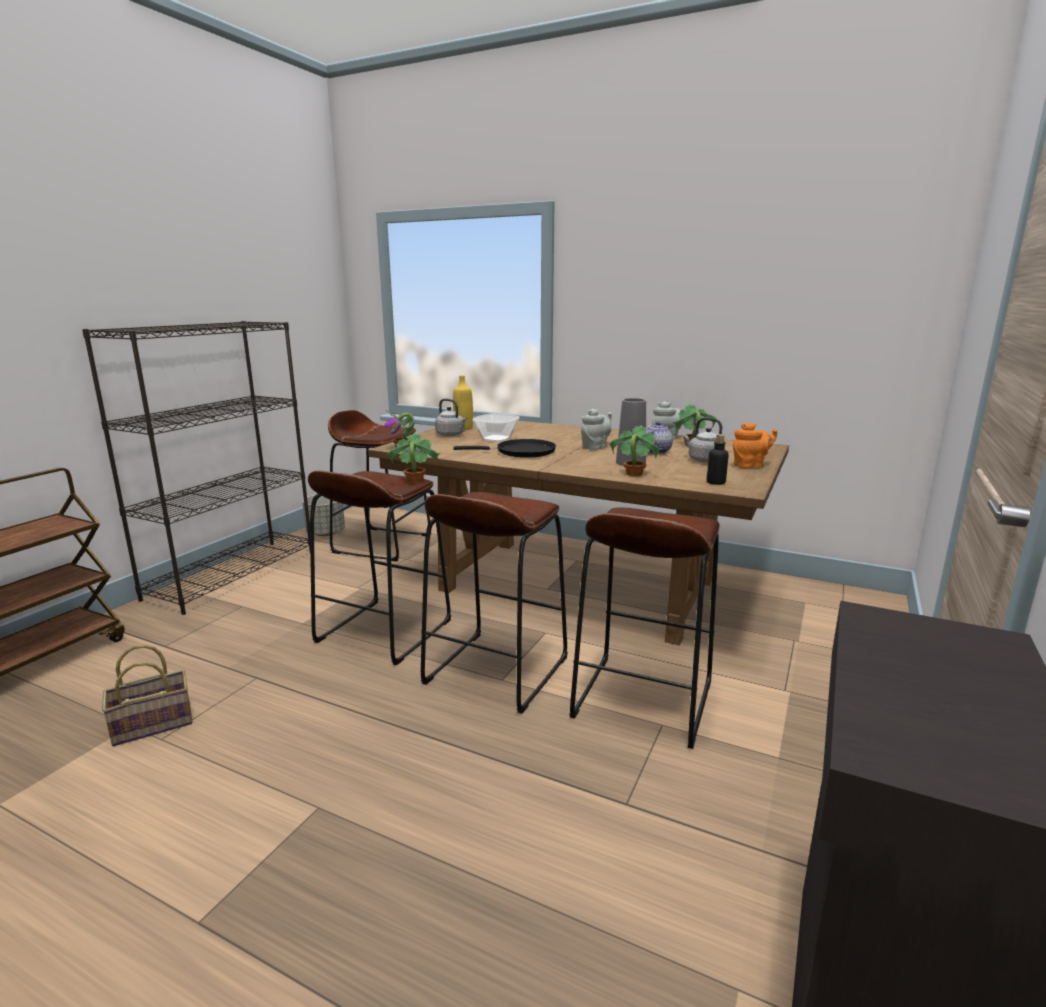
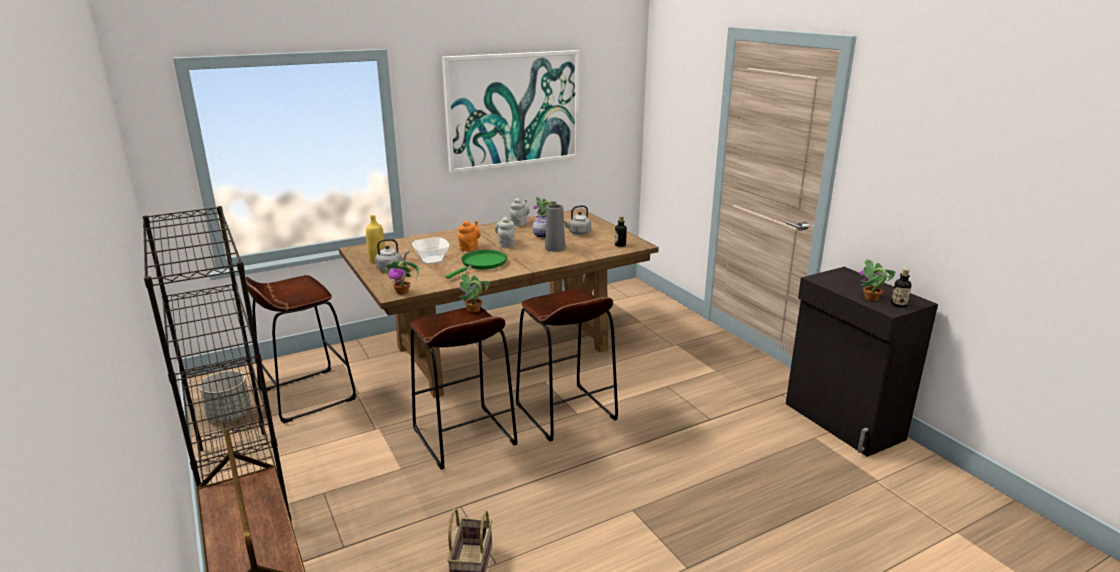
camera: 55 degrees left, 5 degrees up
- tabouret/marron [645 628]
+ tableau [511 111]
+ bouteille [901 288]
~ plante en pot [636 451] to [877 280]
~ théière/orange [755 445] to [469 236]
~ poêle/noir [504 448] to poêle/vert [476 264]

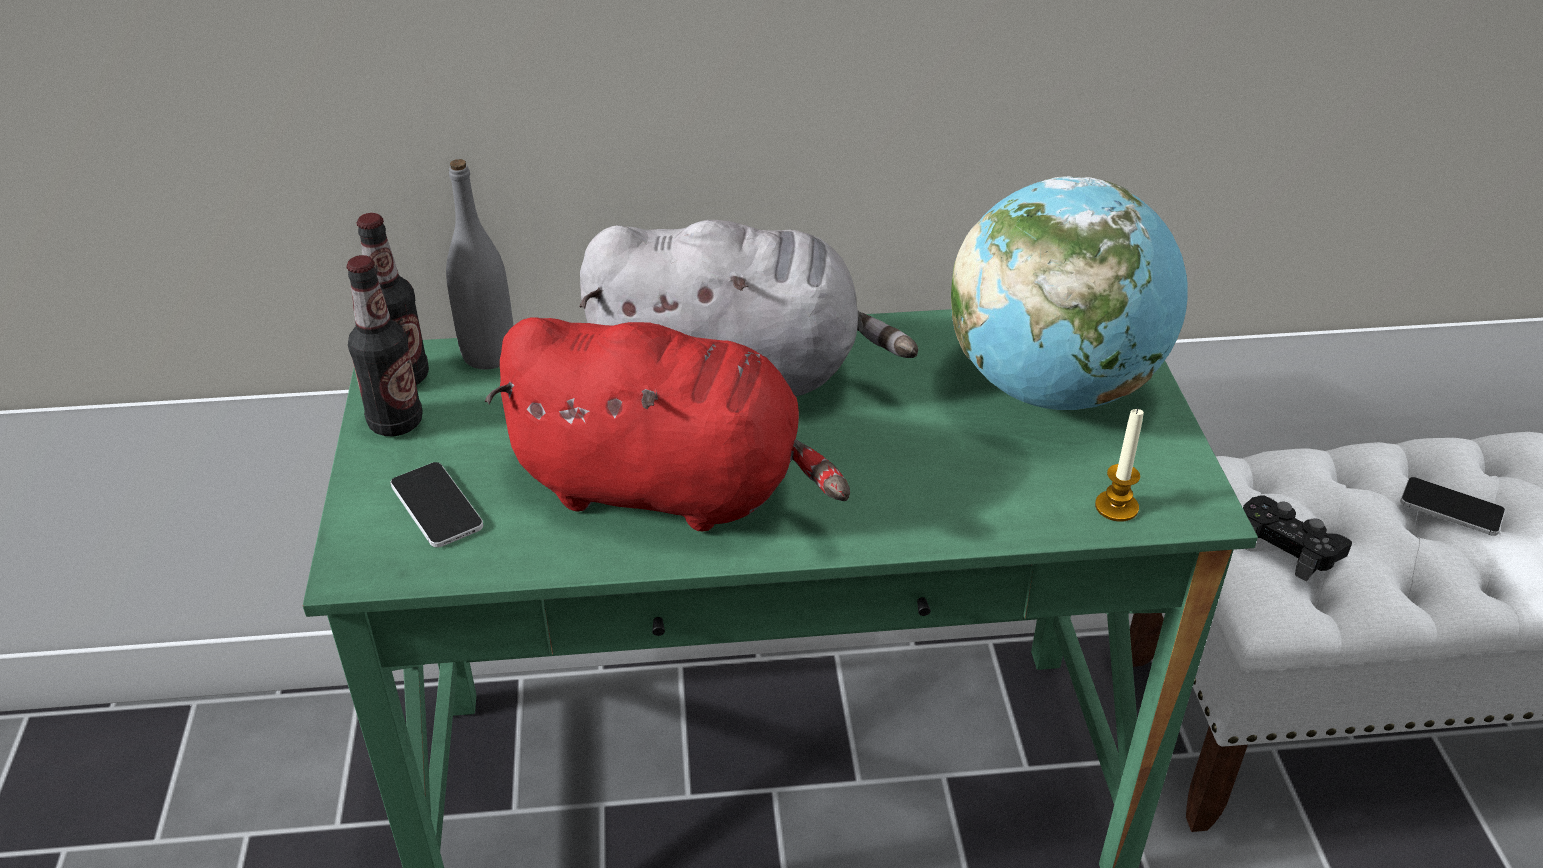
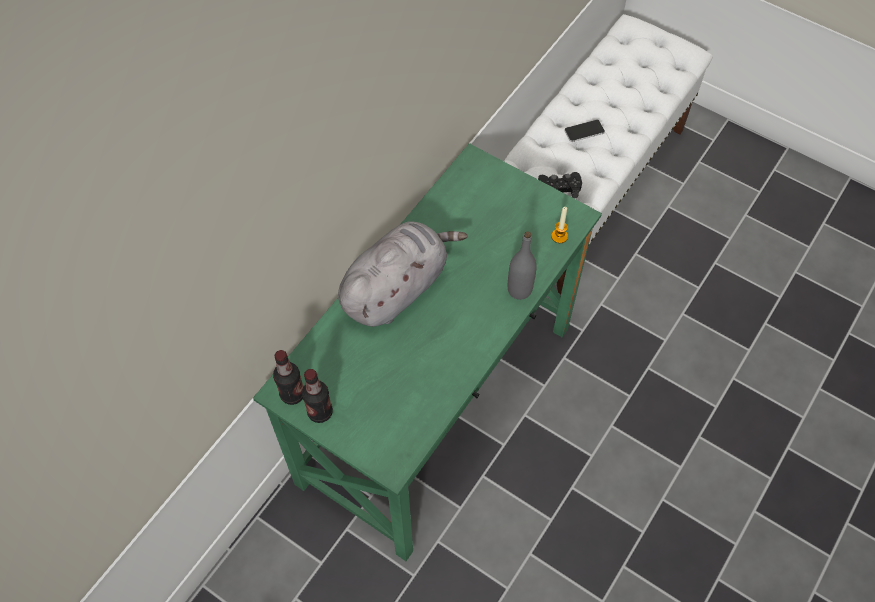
camera: 50 degrees left, 20 degrees up
- téléphone [436 505]
- peluche/rouge [667 424]
- globe [1069 293]
~ bouteille/gris [480 264] to [522 265]

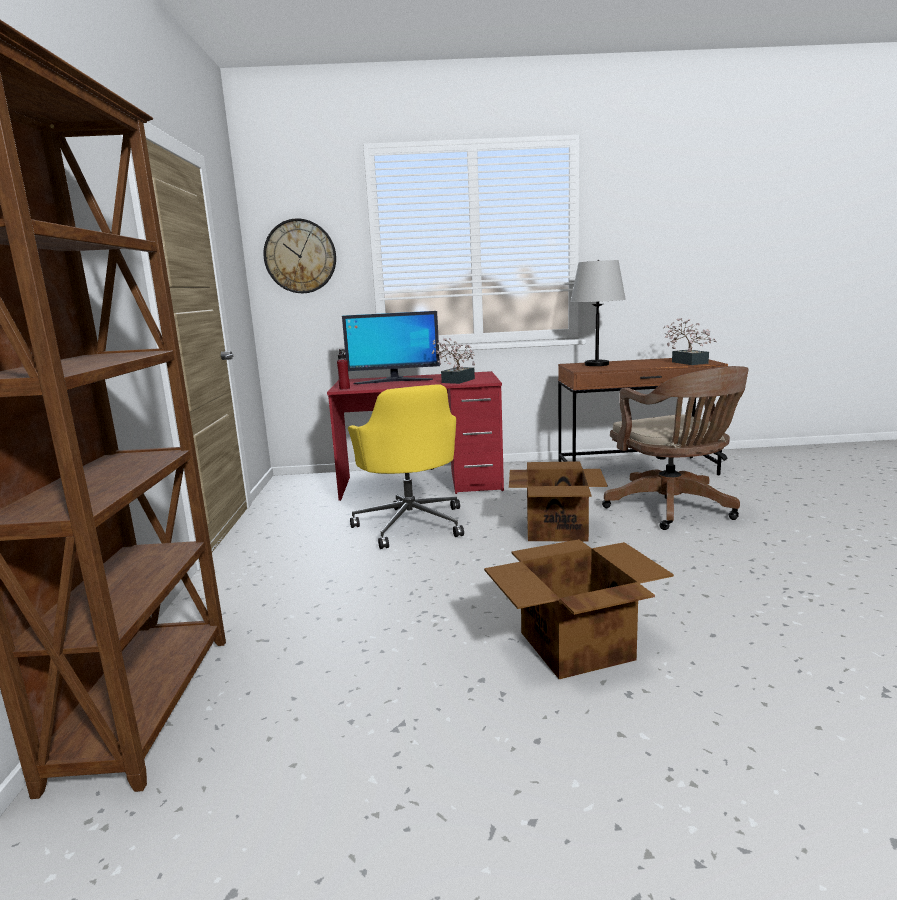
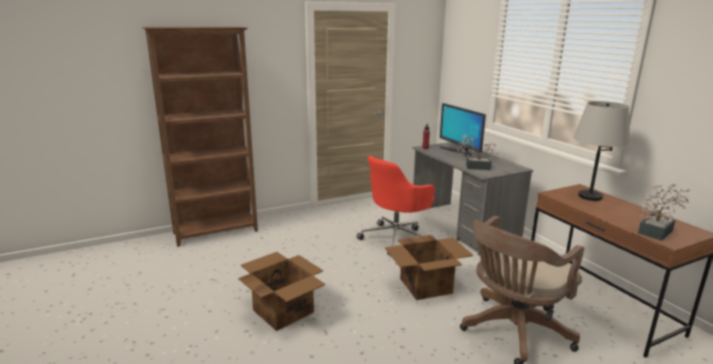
camera: 65 degrees right, 5 degrees up
- horloge murale [300 256]
~ bureau/rouge [415 436] to bureau/gris [472 199]
~ chaise de bureau/jaune [406 466] to chaise de bureau/rouge [396 206]

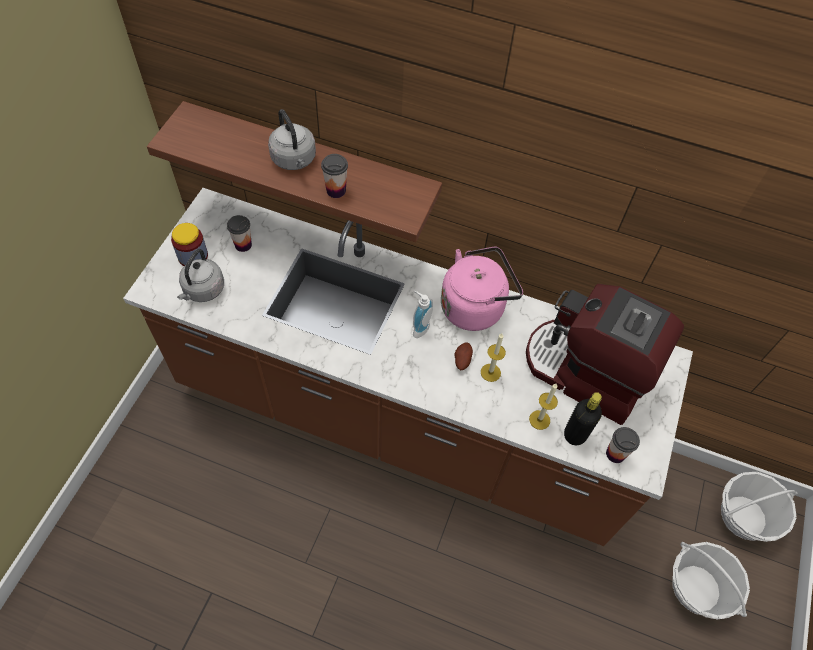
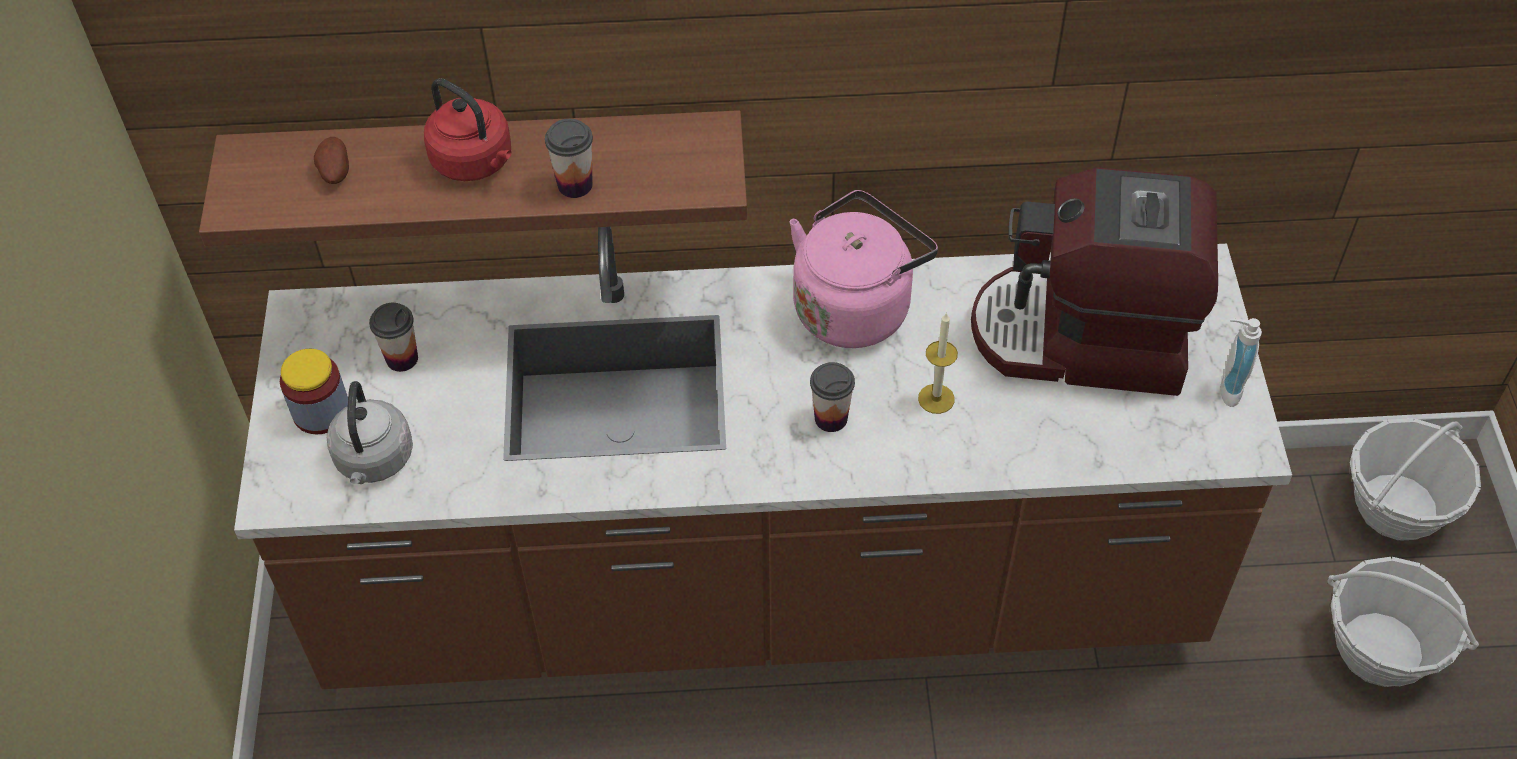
camera: 20 degrees left, 5 degrees down
- bougie [543 407]
- bouteille/noir [583 418]
~ distributeur de savon [423 314] to [1241 362]
~ pomme de terre [463 356] to [331 160]
~ tasse [623 445] to [832 397]
~ bouilloire/gris [292 139] to bouilloire/rouge [468 129]

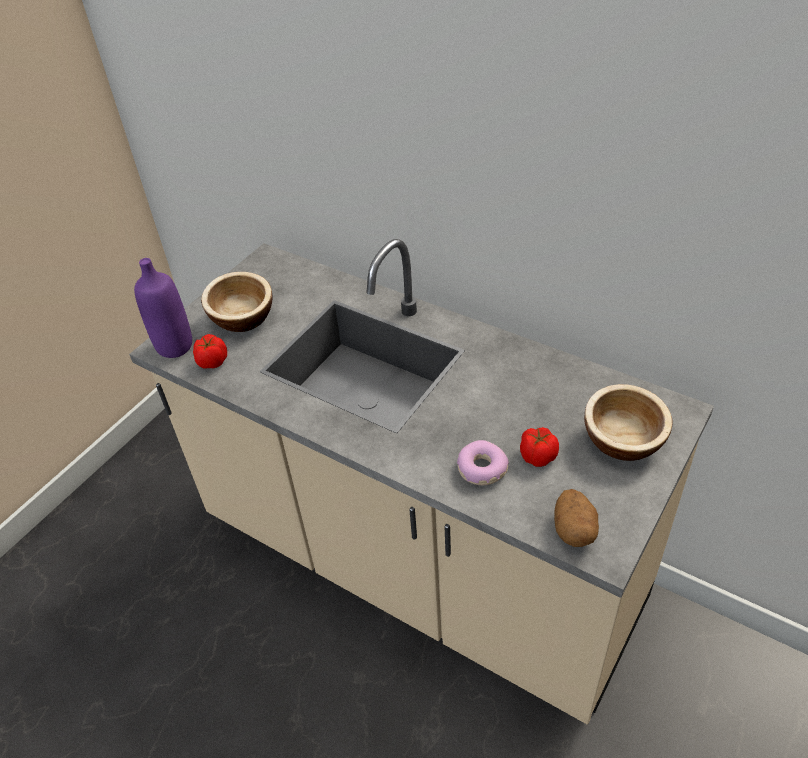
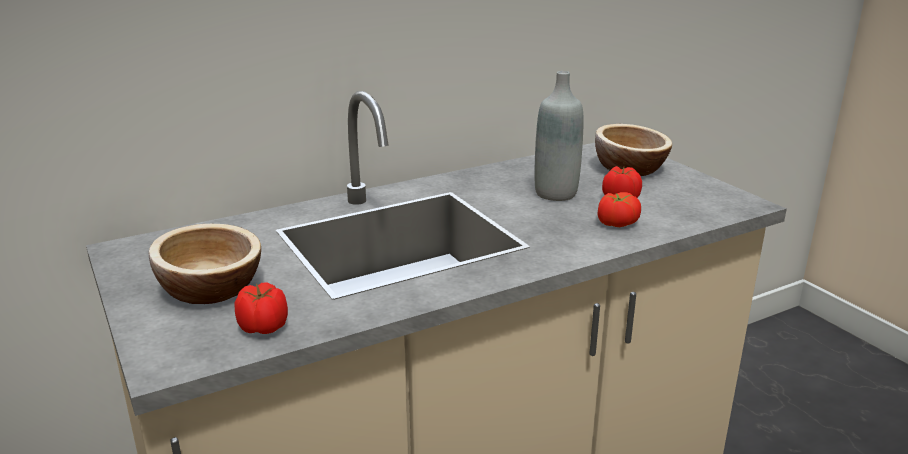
camera: 65 degrees left, 20 degrees down
- bouteille/violet [163 308]
- pomme de terre [576 518]
+ bouteille/gris [559 136]
~ beignet [483 462] to tomate [619 209]

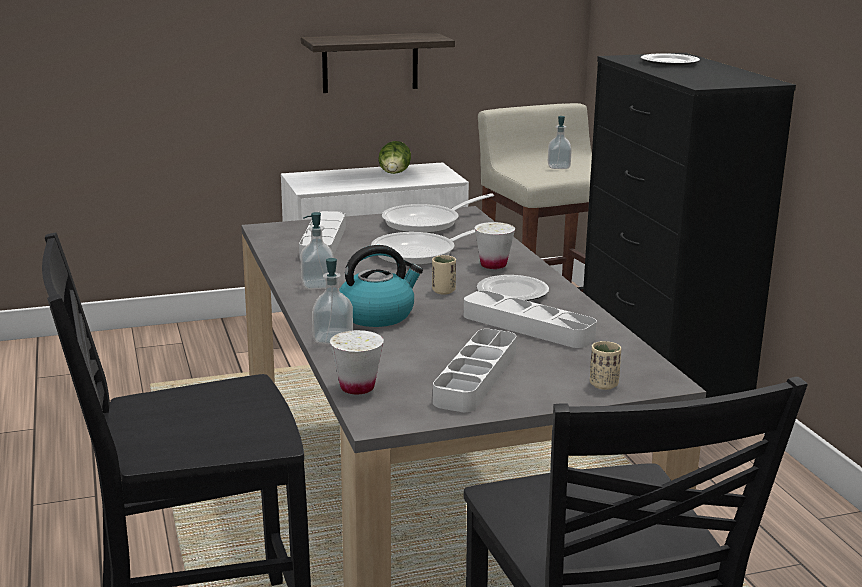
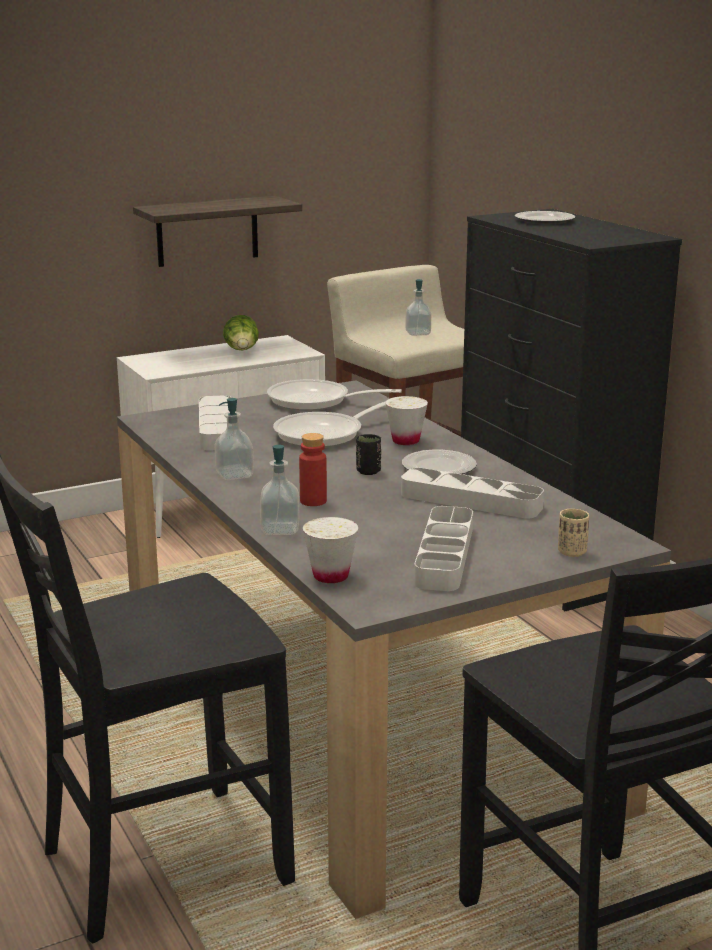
camera: 10 degrees left, 0 degrees up
~ bouilloire [381 286] to bouteille/rouge [313 469]
~ tasse/beige [444 275] to tasse/noir [368 454]
~ poêle [438 213] = [334 395] 60 degrees clockwise

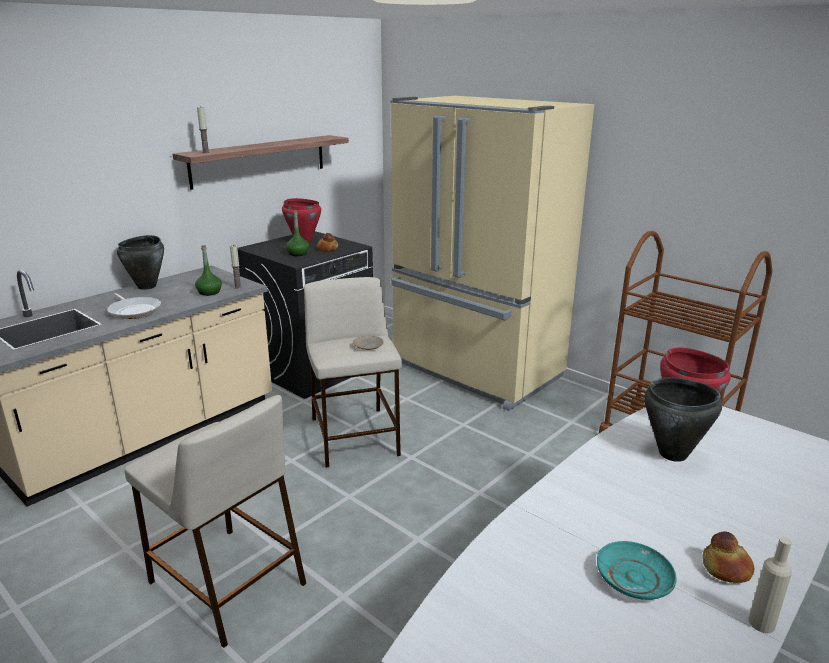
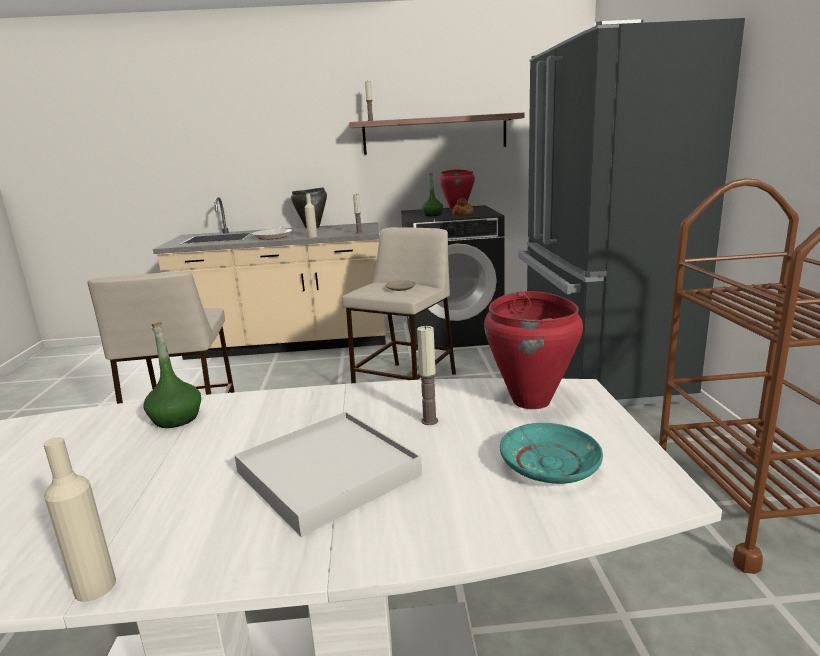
camera: 45 degrees right, 5 degrees down
- pain [728 557]
+ plateau/blanc [328 474]
+ bouteille/beige [311 216]
~ bouteille/vert [208 270] to [172 375]
~ assiette/turquoise [637 570] to [551 453]
~ marmite/noir [683 419] to bougie [427 375]
~ réfrigérateur/beige [492 253] to réfrigérateur/noir [631 212]

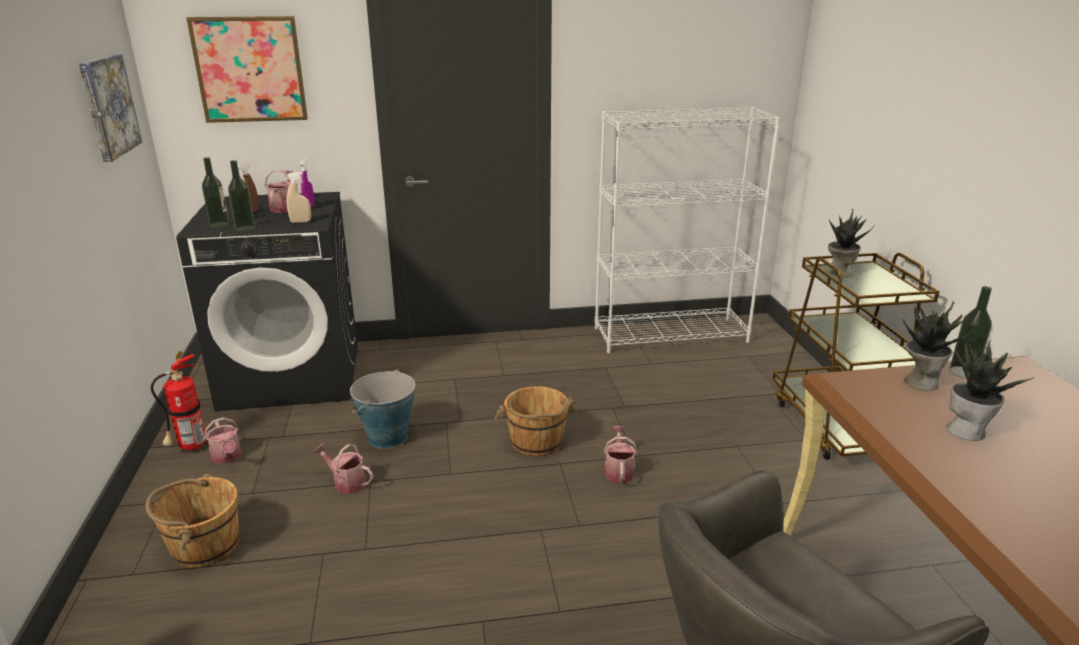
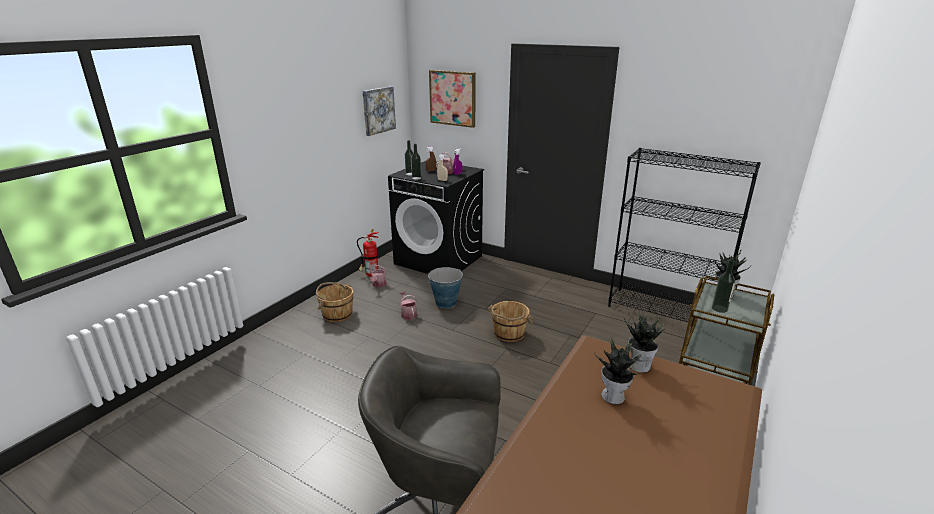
camera: 40 degrees right, 0 degrees up
- arrosoir [621 454]
~ bouteille [970 332] to [723 286]
~ bibliothèque/blanc [688 230] to bibliothèque/noir [684 235]

